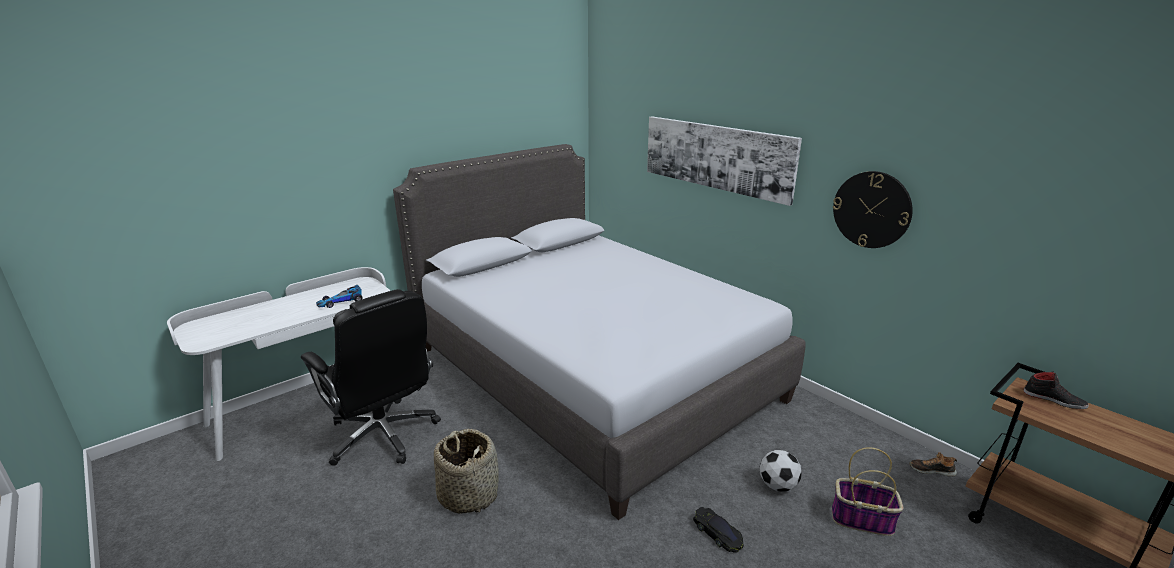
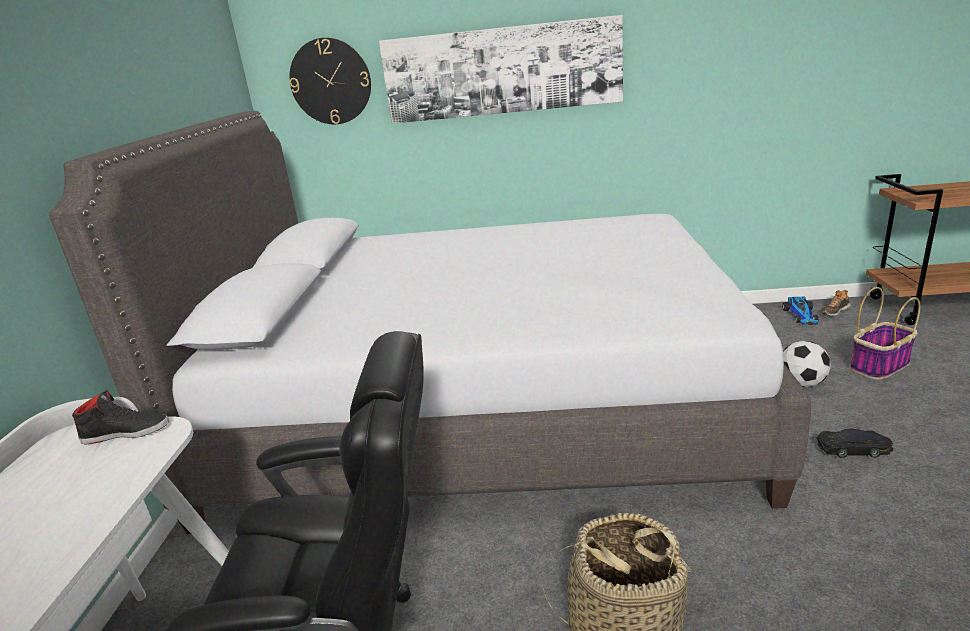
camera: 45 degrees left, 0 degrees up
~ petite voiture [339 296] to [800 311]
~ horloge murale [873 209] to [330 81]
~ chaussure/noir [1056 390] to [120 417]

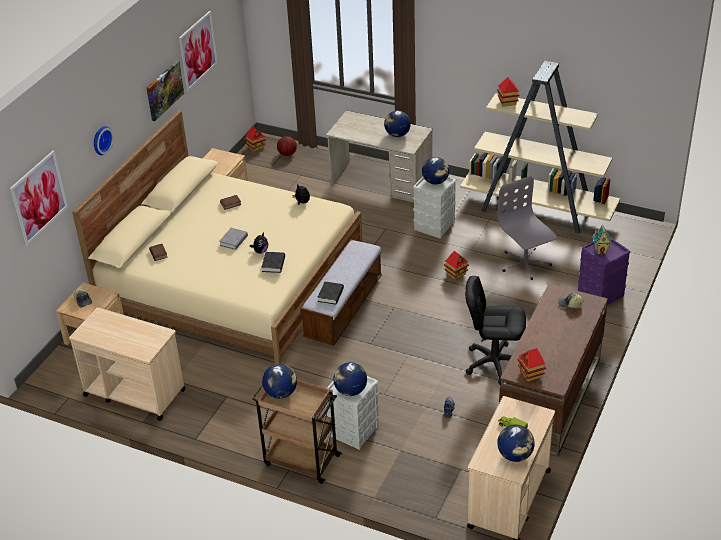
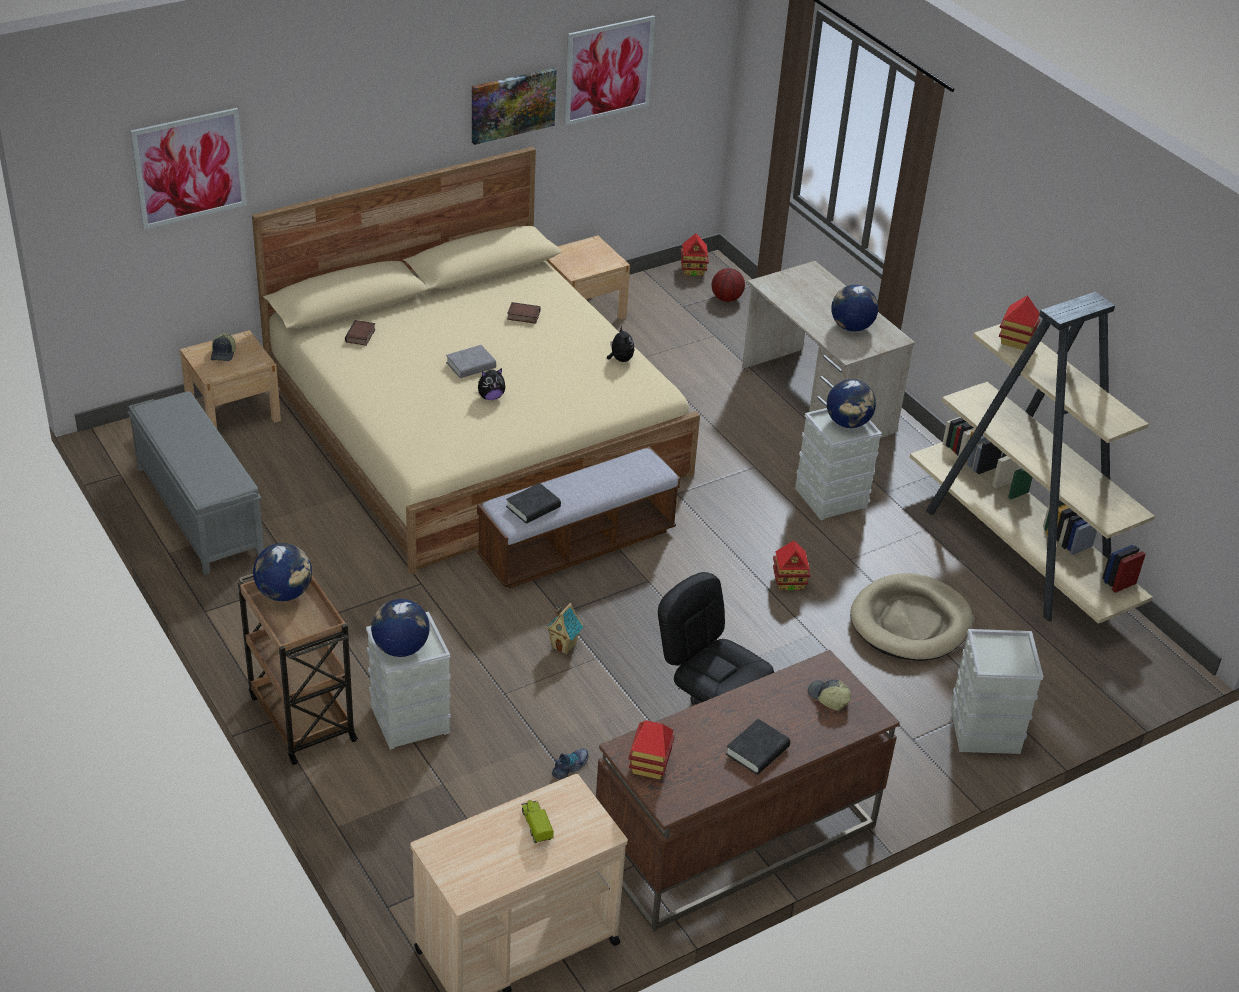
camera: 30 degrees right, 0 degrees up
- horloge murale [104 140]
- globe [516 443]
~ livre/noir [273 262] to [758 747]
~ maison miniature [602 240] to [564 629]
~ chariot/beige [127 364] to banc/gris [196 483]
~ chaise de bureau/gris [527 228] to panier pour chien/beige [911 617]
~ boîte de rangement/violet [604 271] to boîte de rangement/gris [997 691]

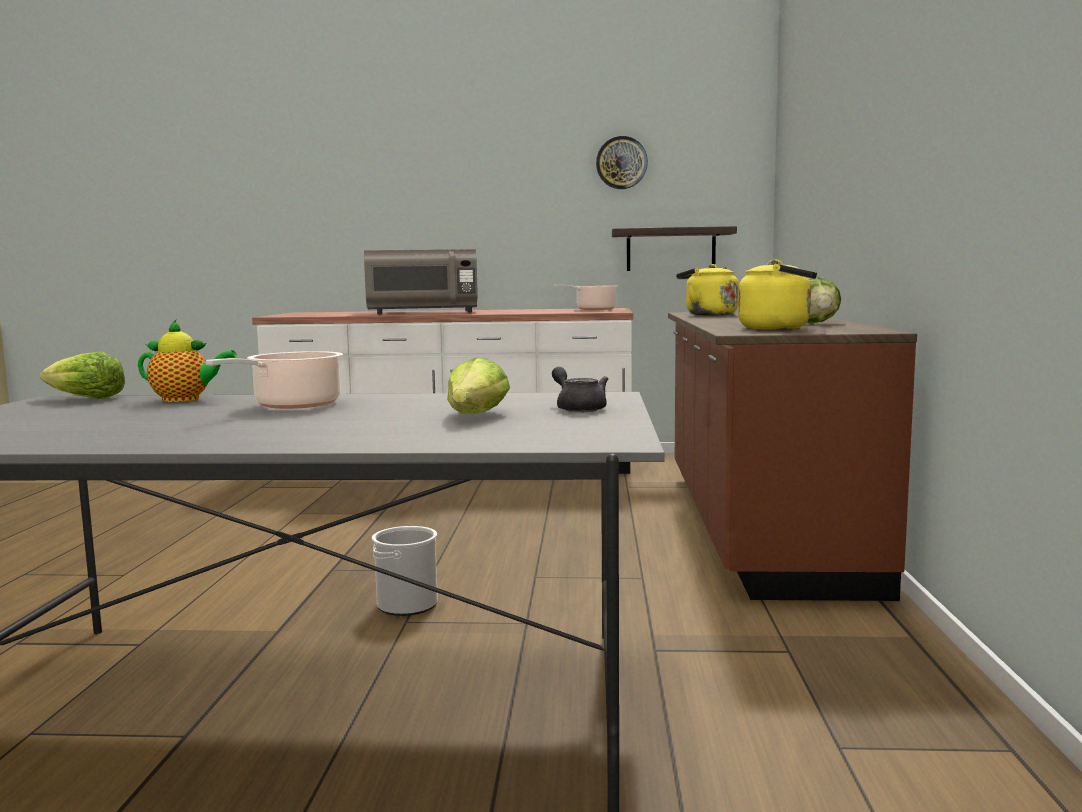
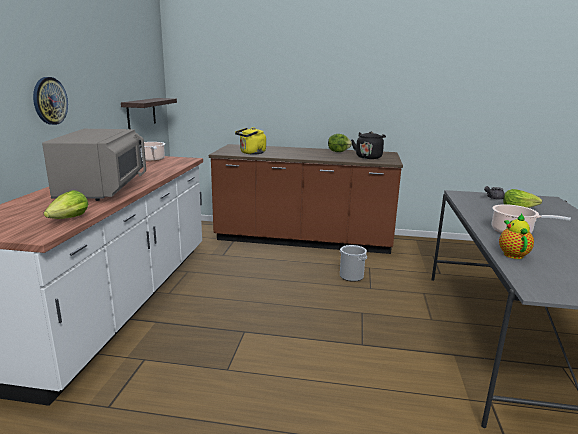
camera: 85 degrees left, 10 degrees up
~ laitue [82 375] to [66 204]
~ seau [405 571] to [353 263]
~ horloge murale [622 162] to [50 101]
~ bouilloire/jaune [777 295] to bouilloire/noir [368 145]

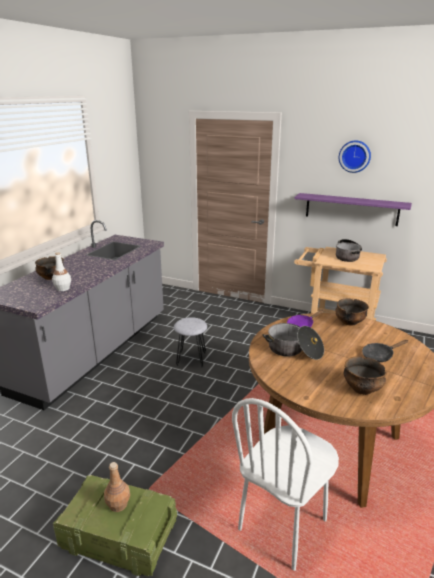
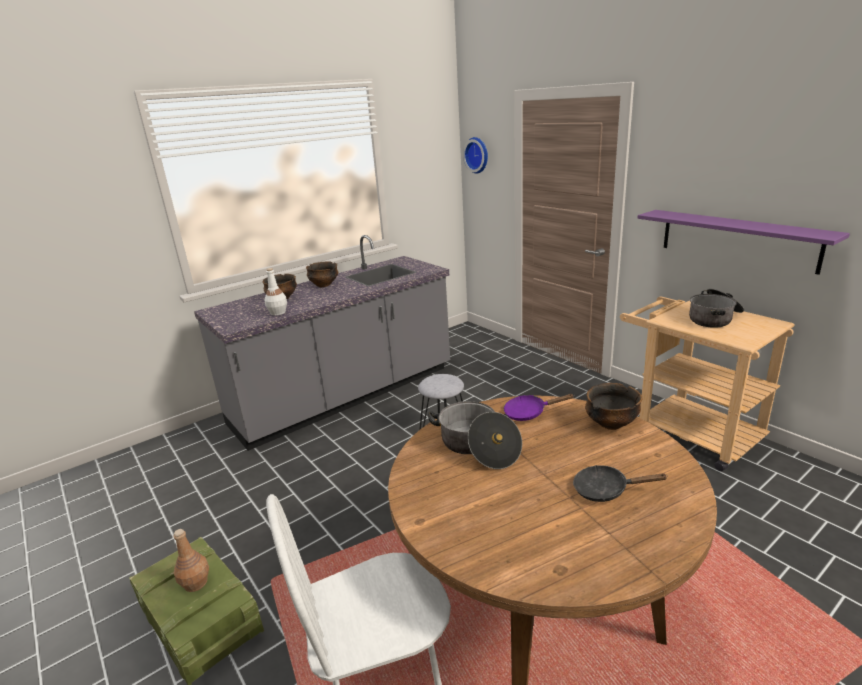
camera: 30 degrees right, 0 degrees up
~ horloge murale [355 156] to [475 155]
~ bol [365 375] to [322 274]

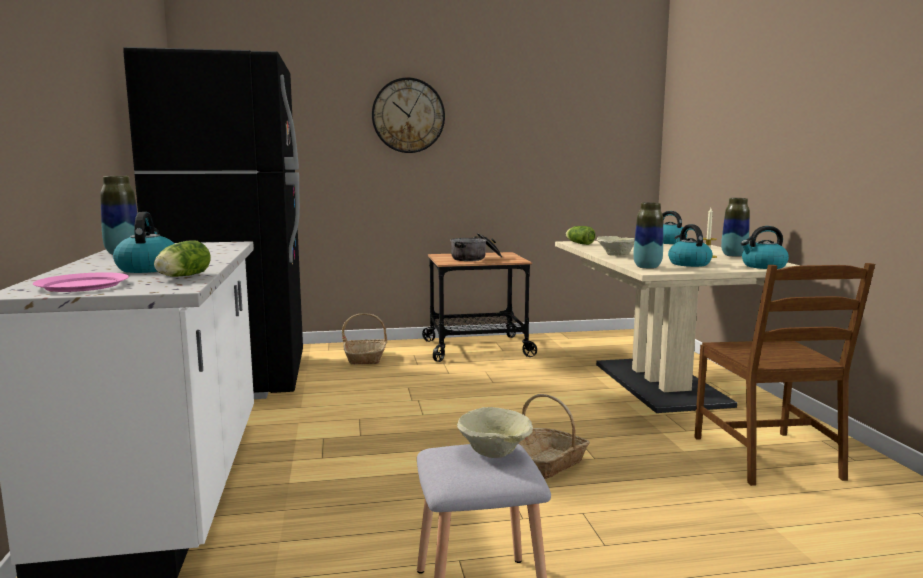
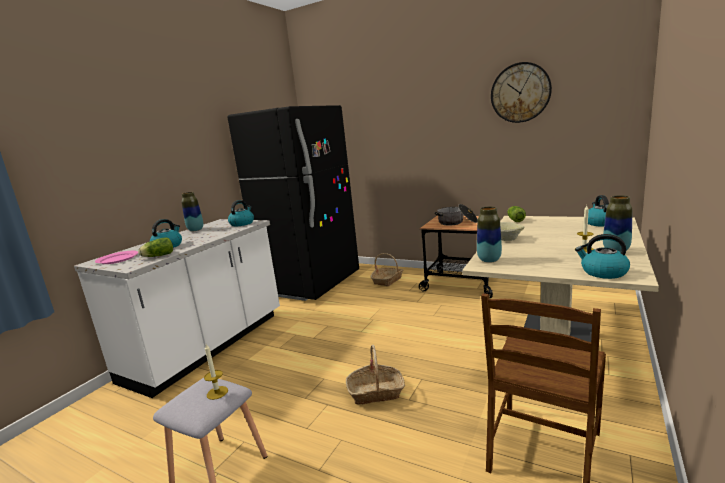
camera: 40 degrees right, 5 degrees up
~ horloge murale [408 115] to [521 92]
~ bouilloire [690 245] to [241 213]
~ bol/beige [495 432] to bougie [216 372]

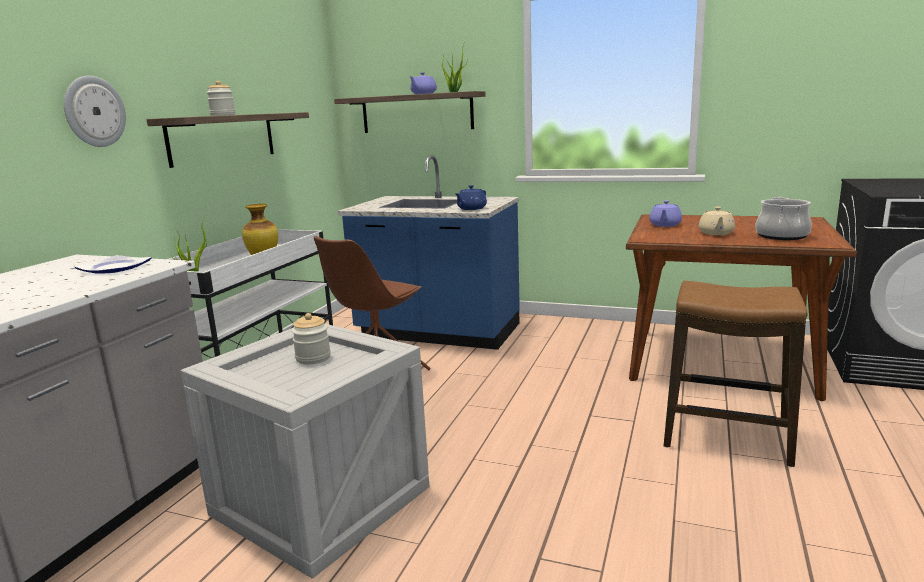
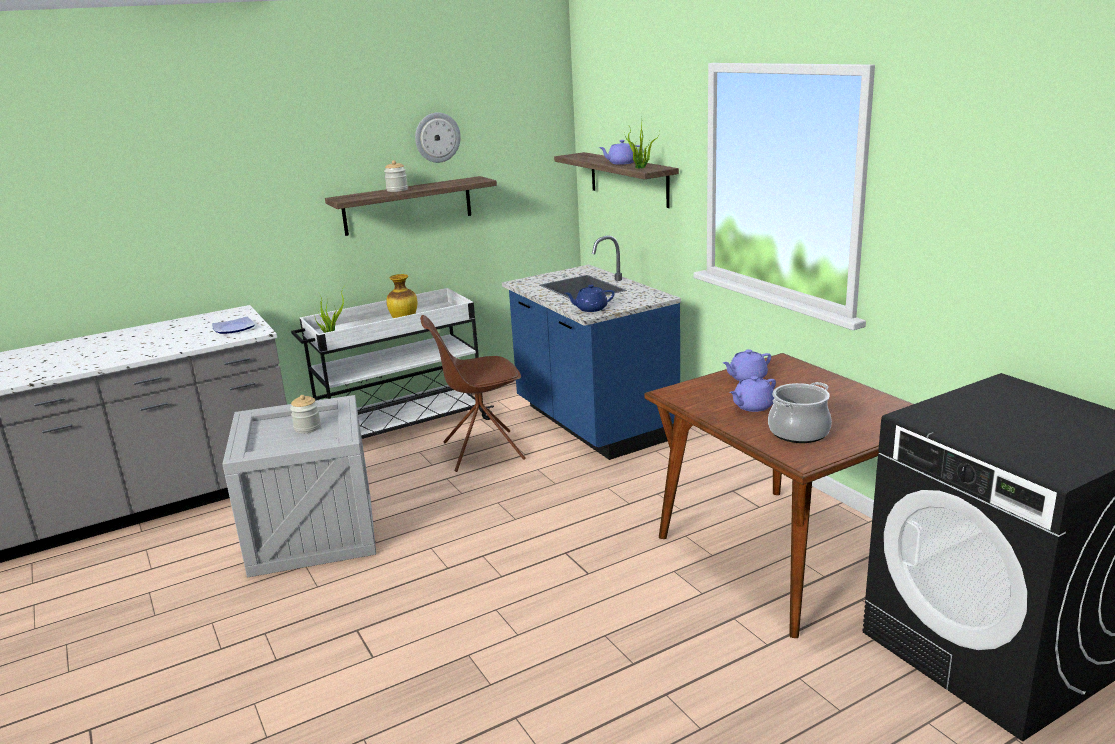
camera: 40 degrees right, 5 degrees up
- tabouret [735 374]
~ horloge murale [95 111] to [438 137]
~ théière/beige [716 221] to théière/violet [752 394]

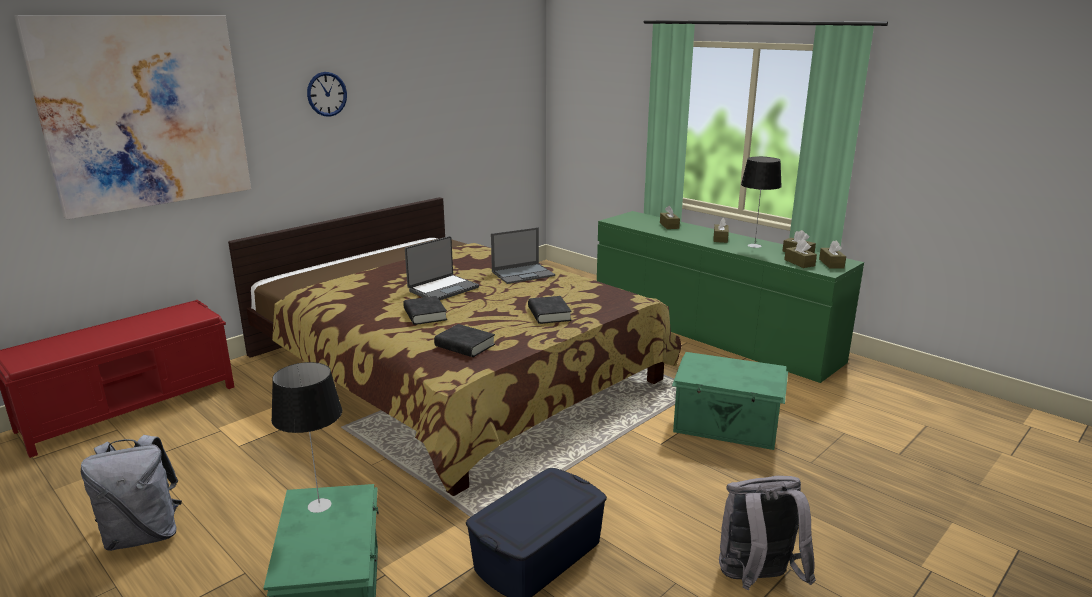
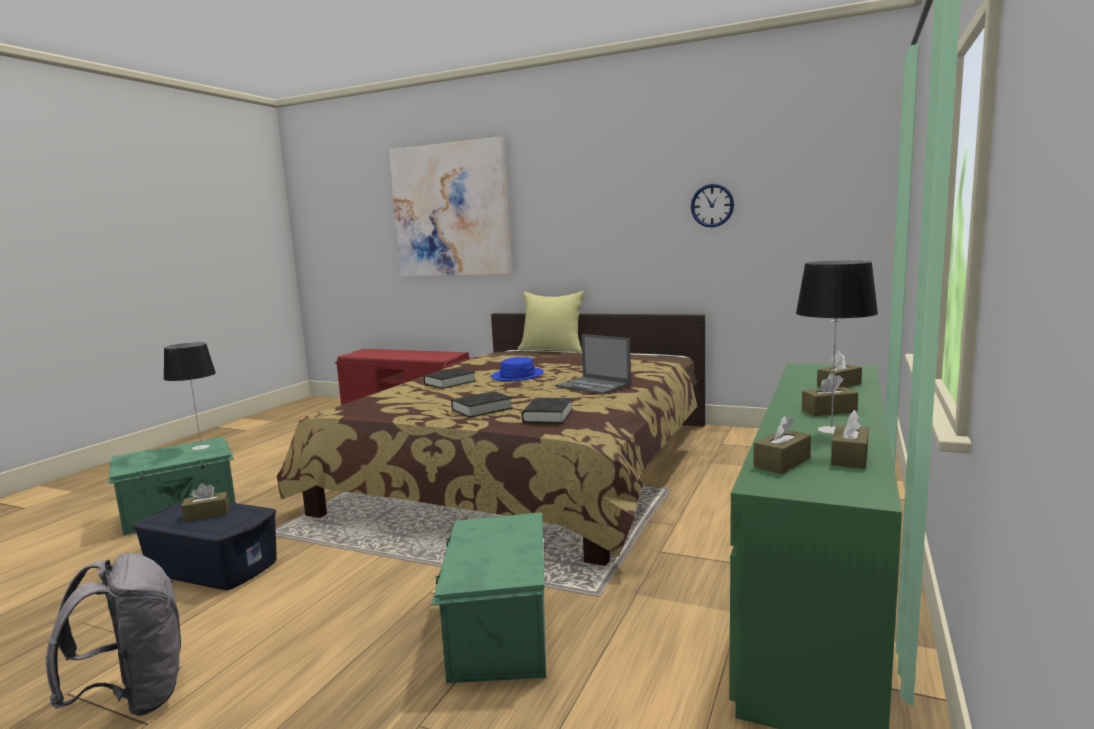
camera: 70 degrees right, 10 degrees down
- sac à dos/gris [131 493]
+ coussin/jaune [551 322]
~ horloge murale [327 94] to [712 205]
~ livre/noir [464 340] to [547 410]
~ boîte à mouchoirs/marron [832 254] to [205 502]
~ ordinateur portable [442 268] to chapeau/bleu [517 369]

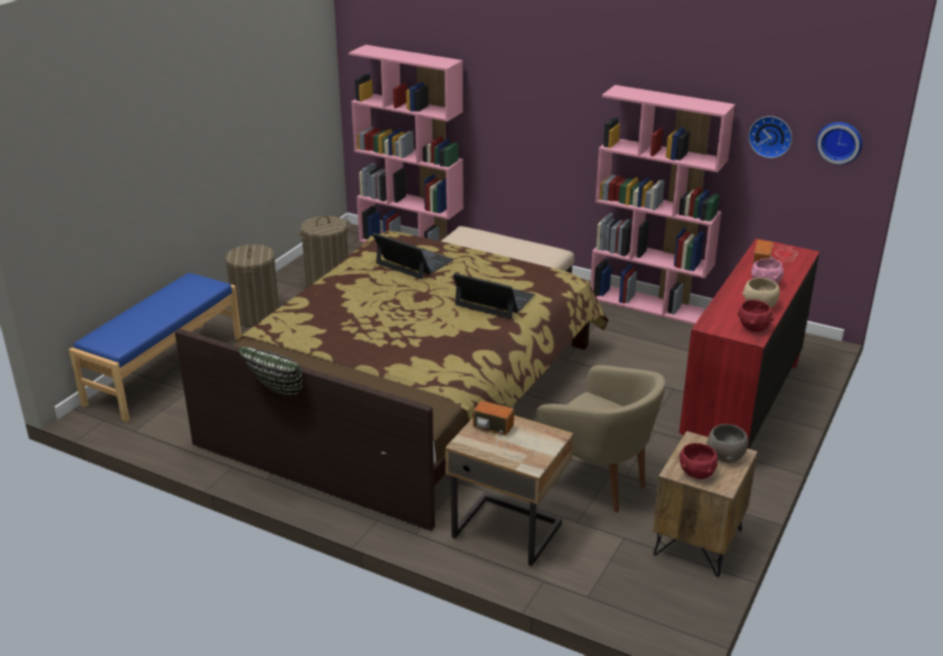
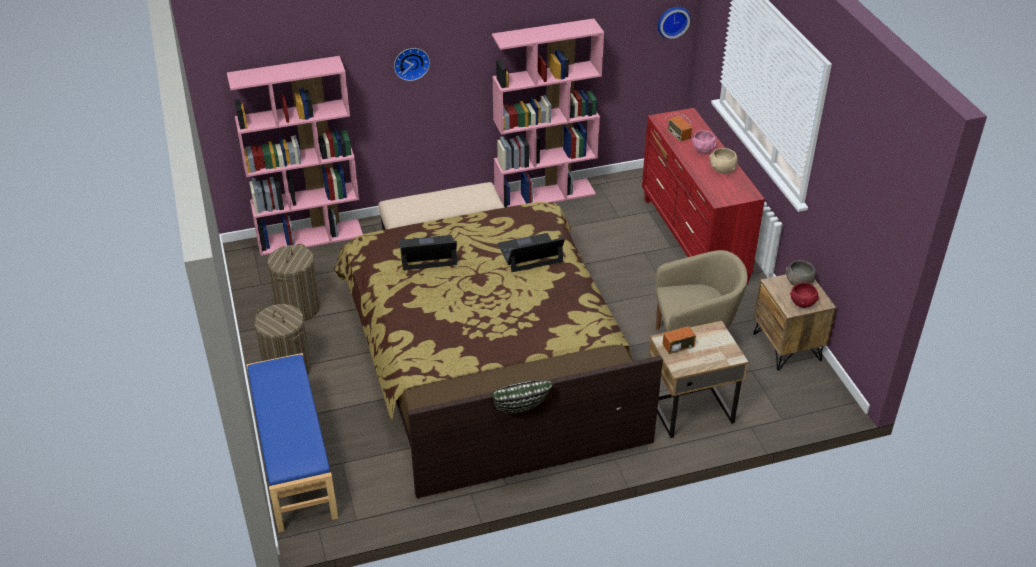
camera: 45 degrees left, 10 degrees up
- bol/rouge [755 316]
~ horloge murale [770 137] to [412 64]

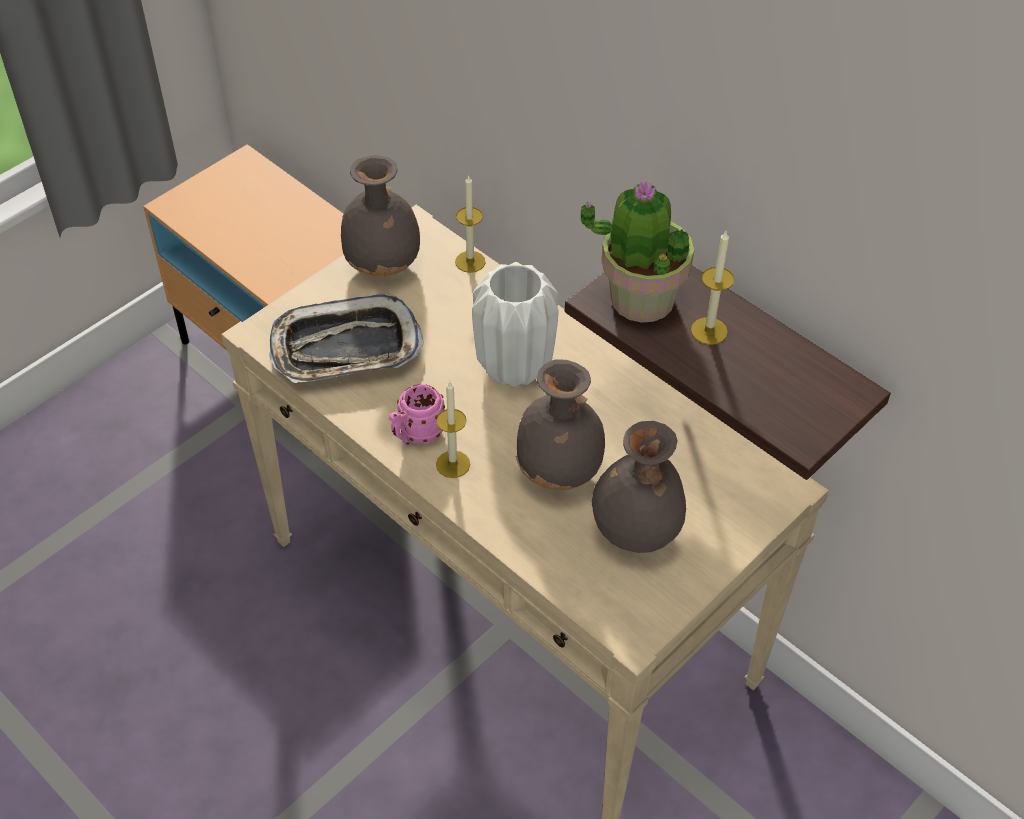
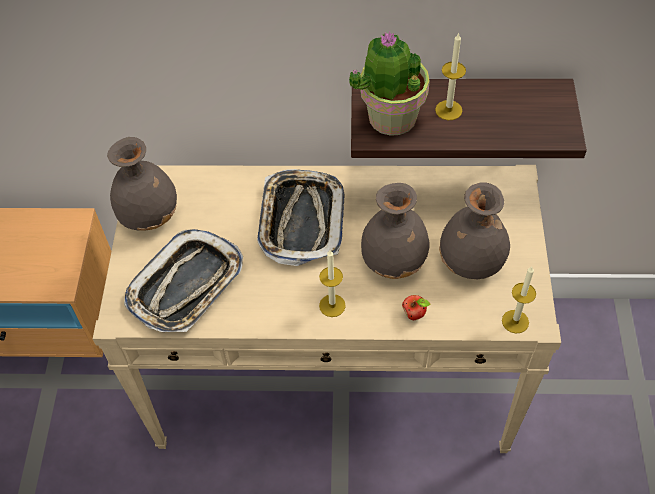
camera: 40 degrees left, 5 degrees up
- mug/rose [417 414]
+ pomme [416 307]
~ bougie [470 224] to [519 300]
~ vase/blanc [515 324] to plateau [300 217]

